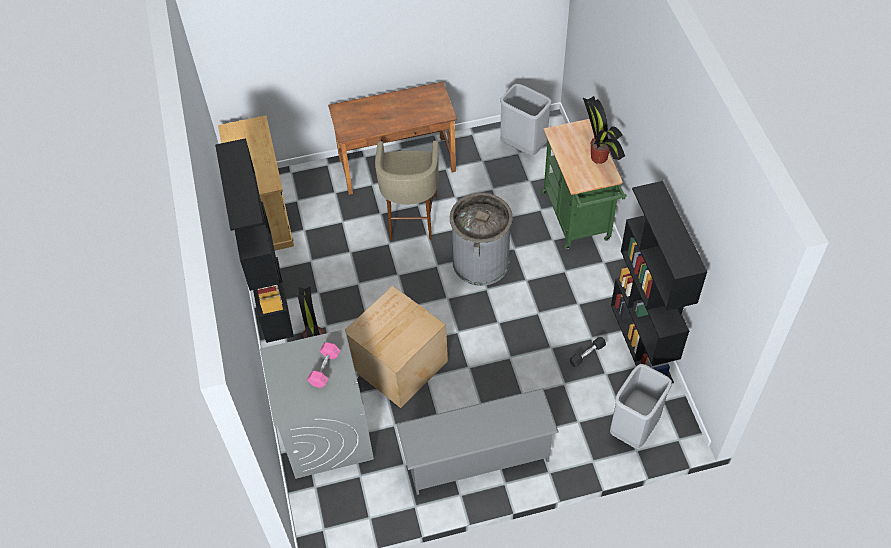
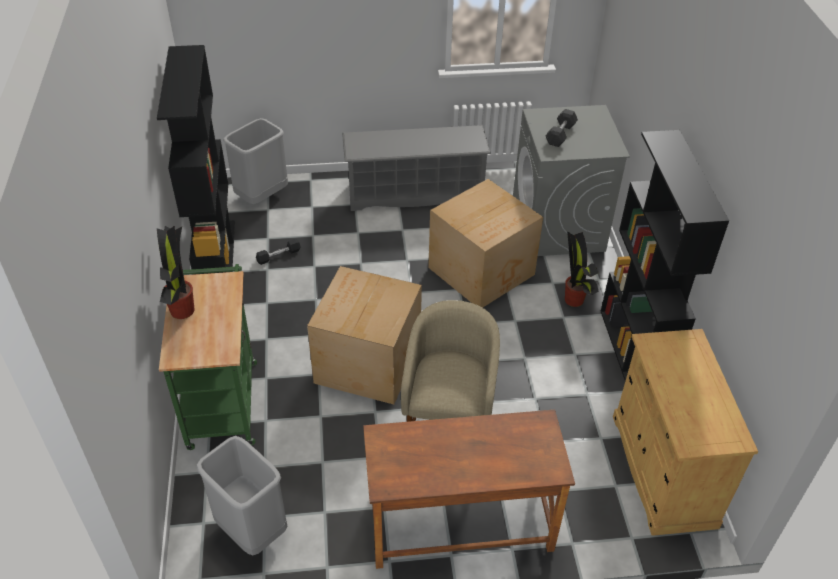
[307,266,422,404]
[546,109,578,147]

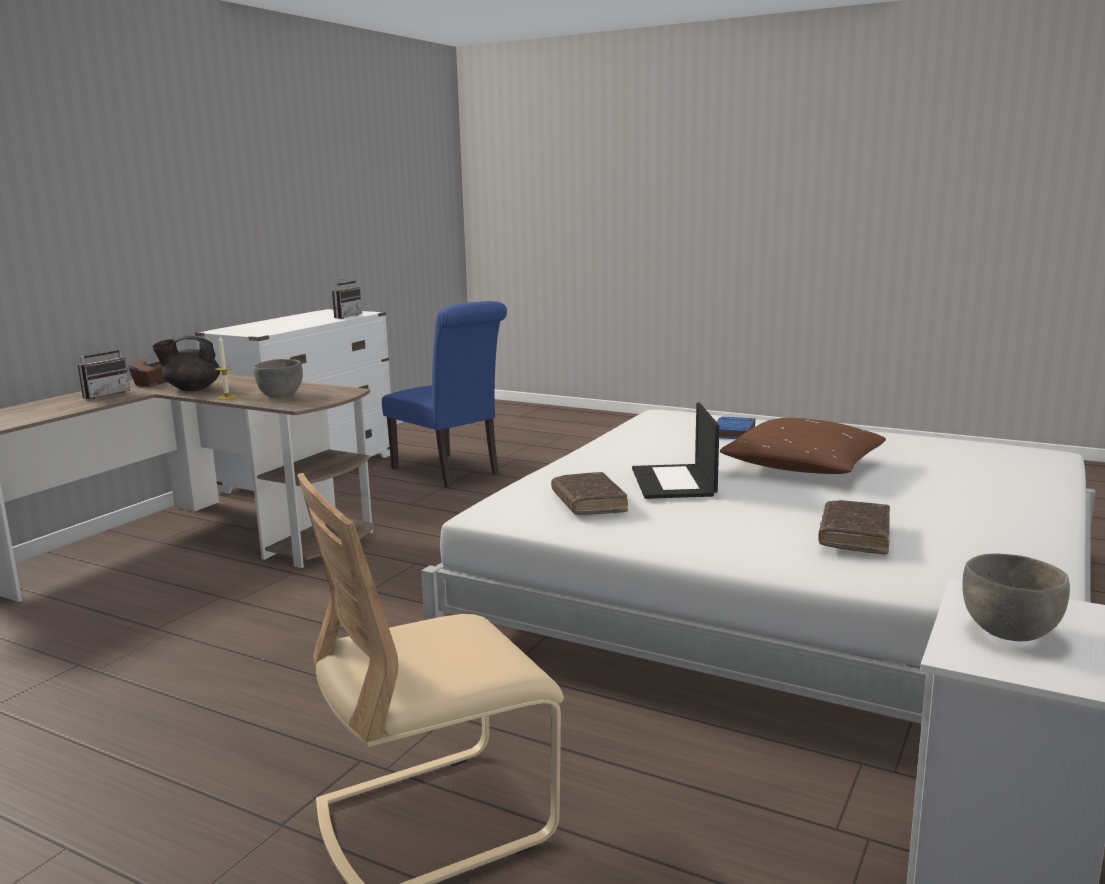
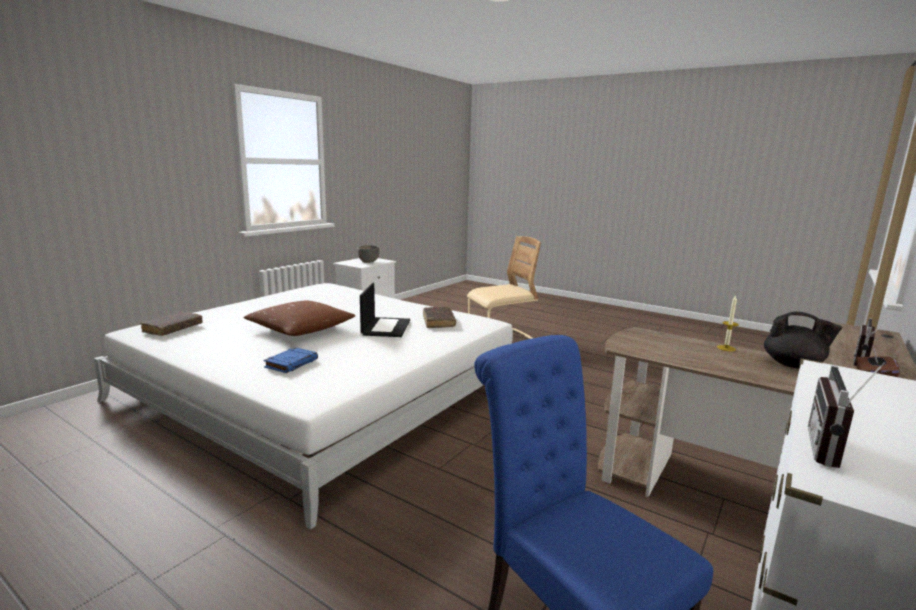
[254,359,303,398] (first image)
[140,312,203,336]
[764,312,843,369]

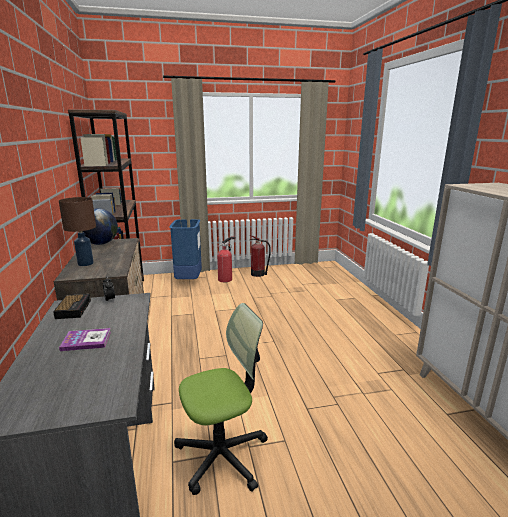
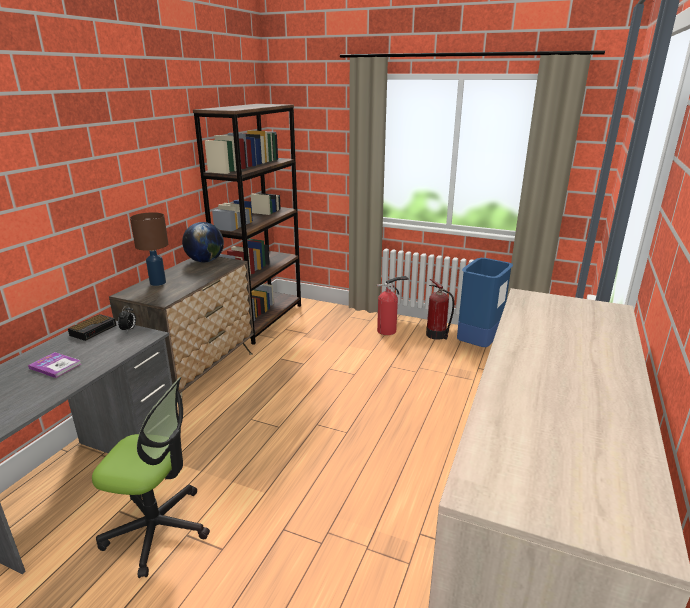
[457,258,513,347]

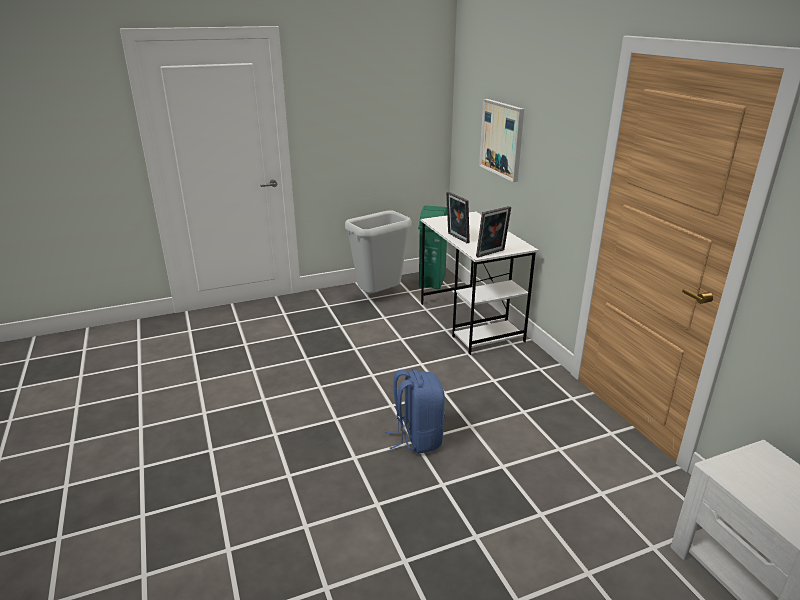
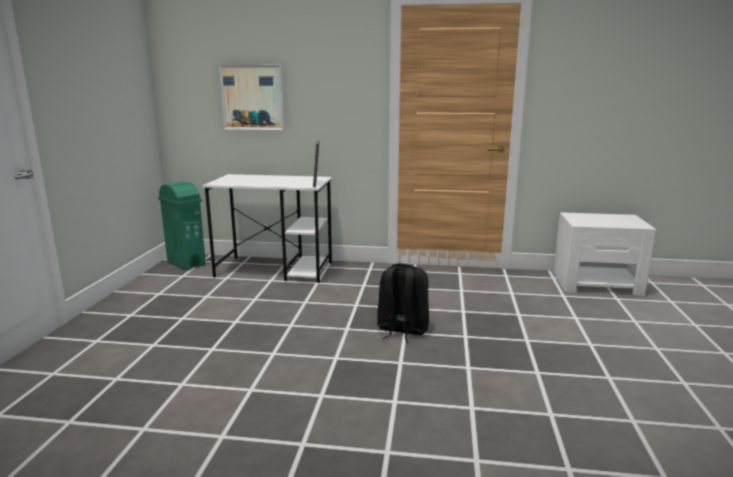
[345,210,411,293] (first image)
[446,192,470,243] (first image)
[377,264,429,343]

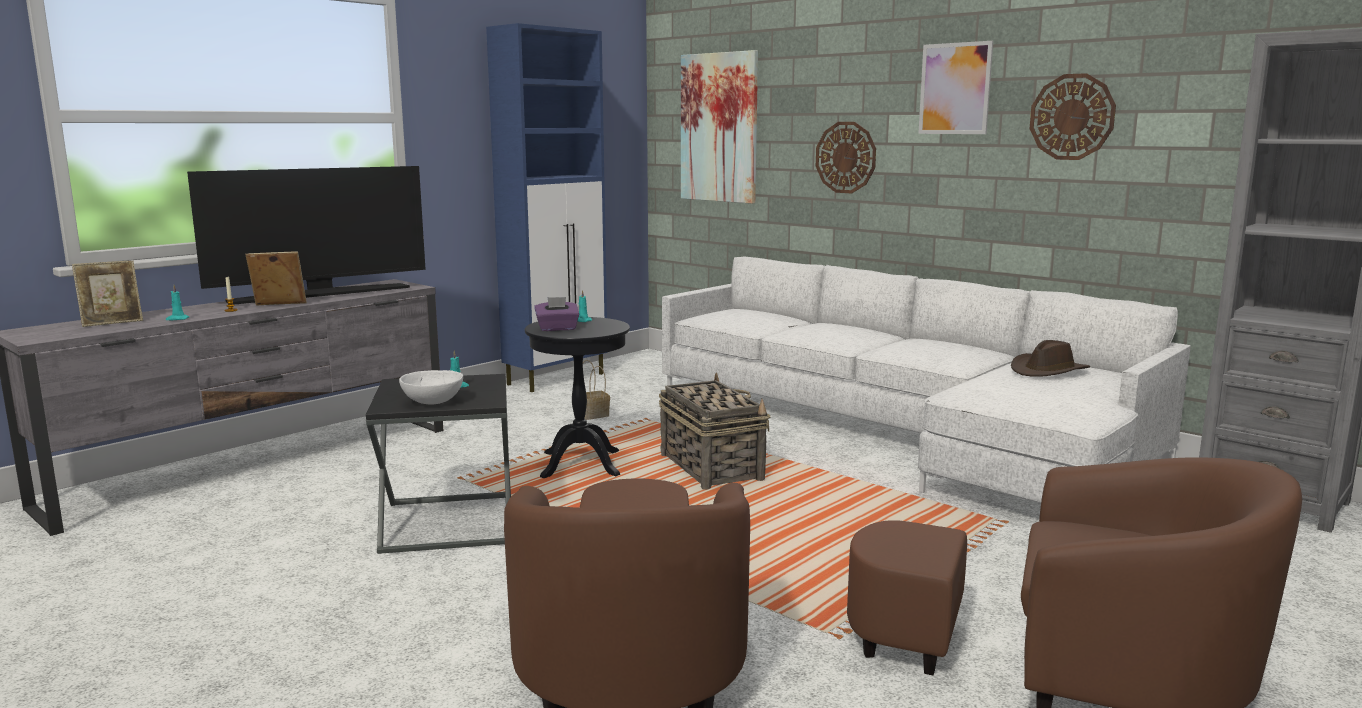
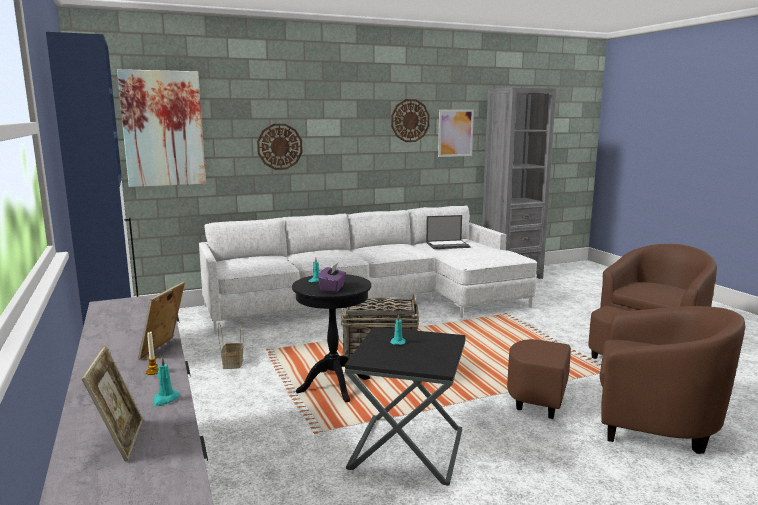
[187,166,426,305] (first image)
[399,370,463,404] (first image)
[438,109,474,157]
[426,215,471,249]

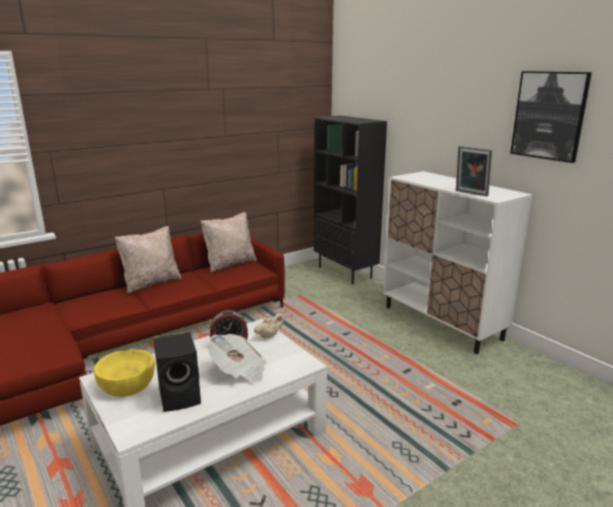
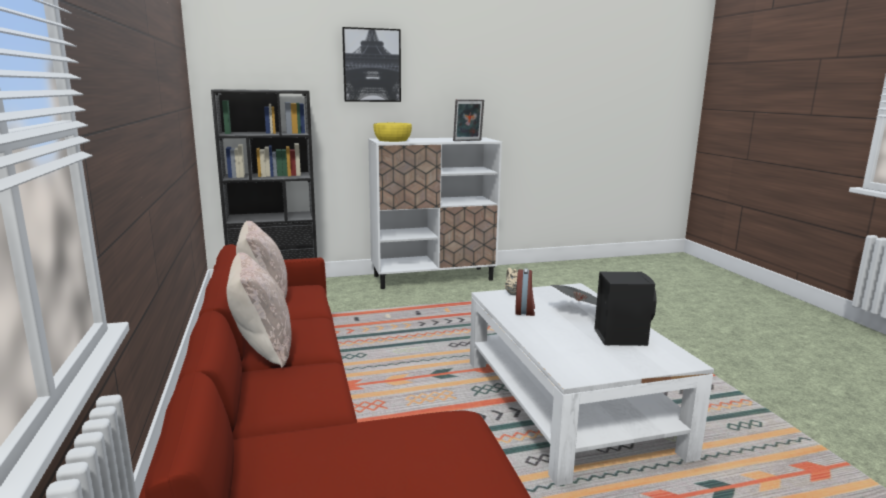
[373,123,412,142]
[342,27,401,102]

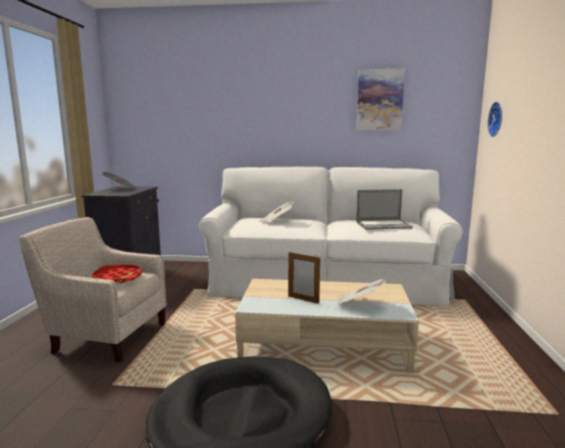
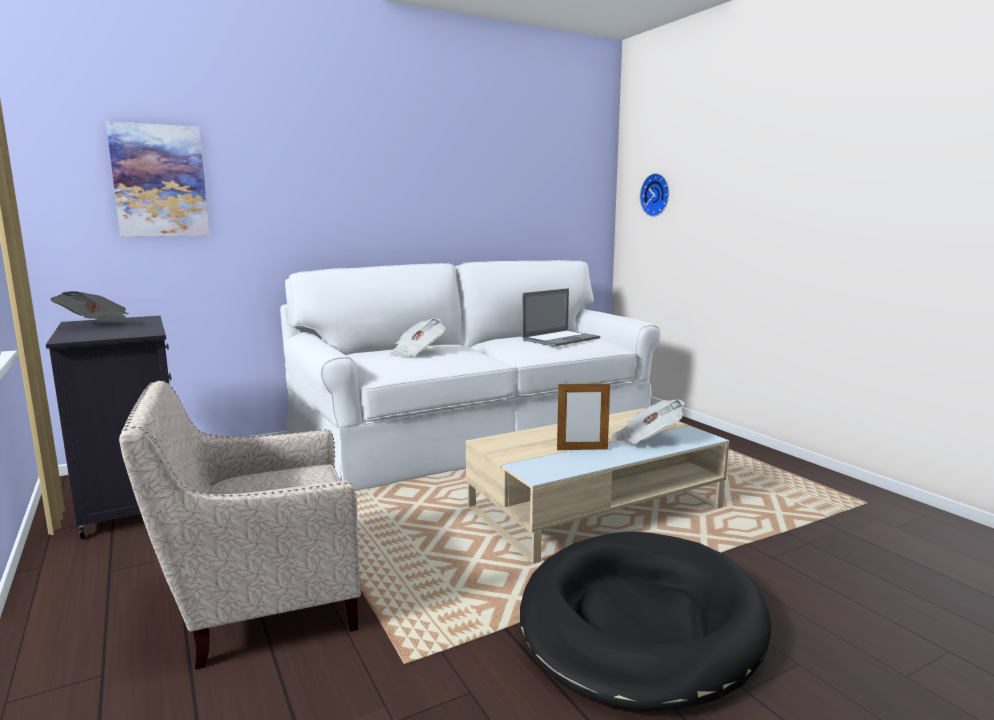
[92,264,142,283] (first image)
[106,121,210,237]

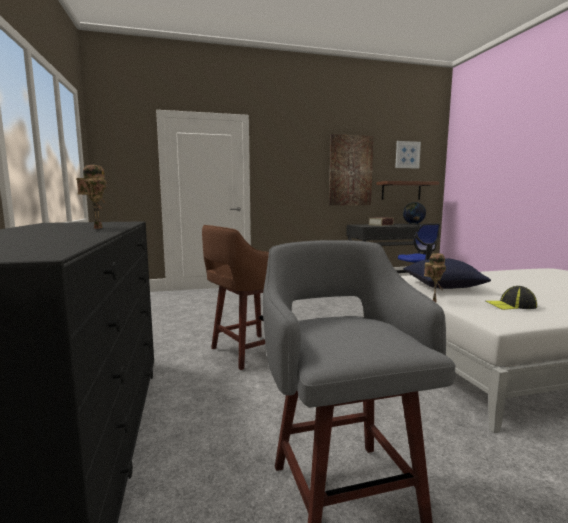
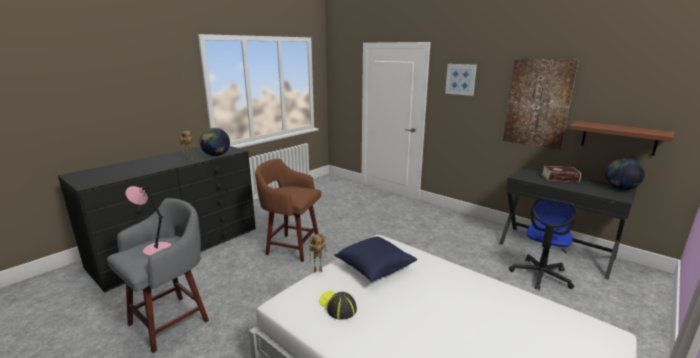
[126,185,171,257]
[200,128,230,156]
[445,64,477,96]

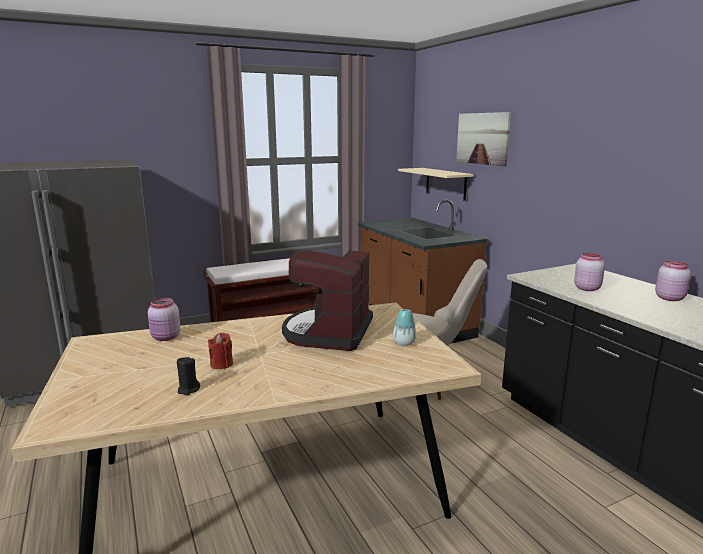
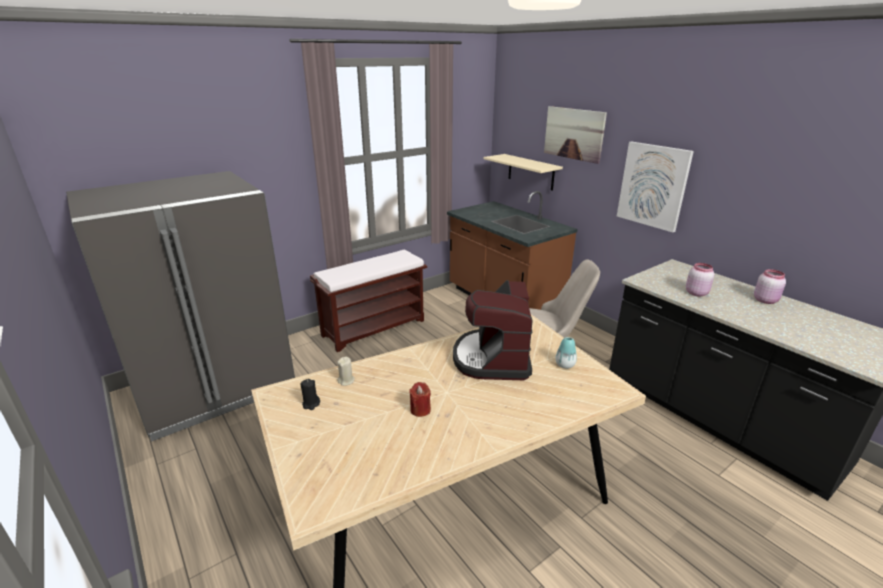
[617,142,694,232]
[301,379,320,410]
[337,357,355,386]

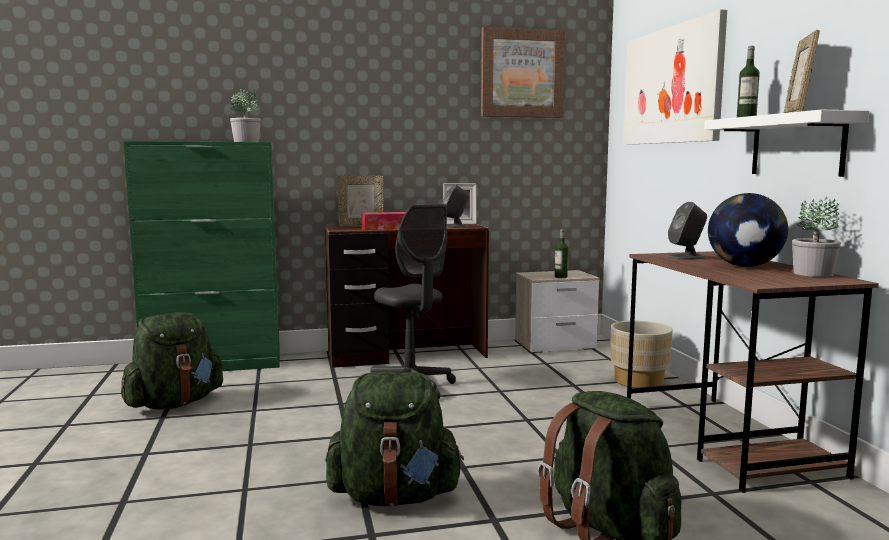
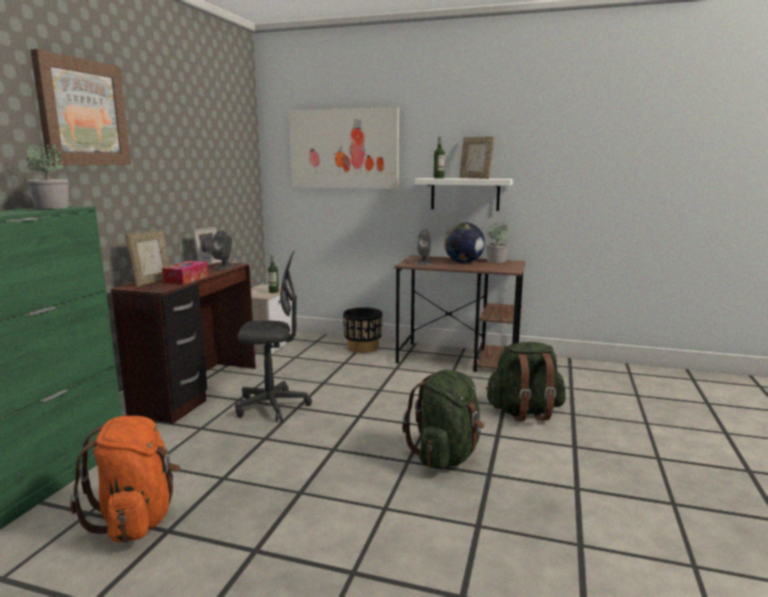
[31,49,131,166]
[70,416,180,543]
[343,307,382,353]

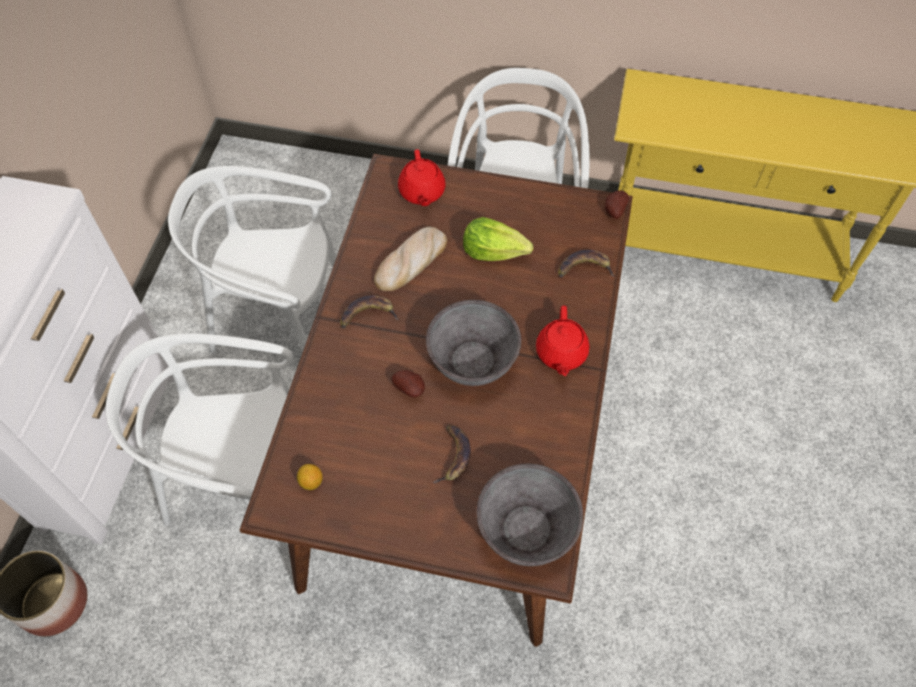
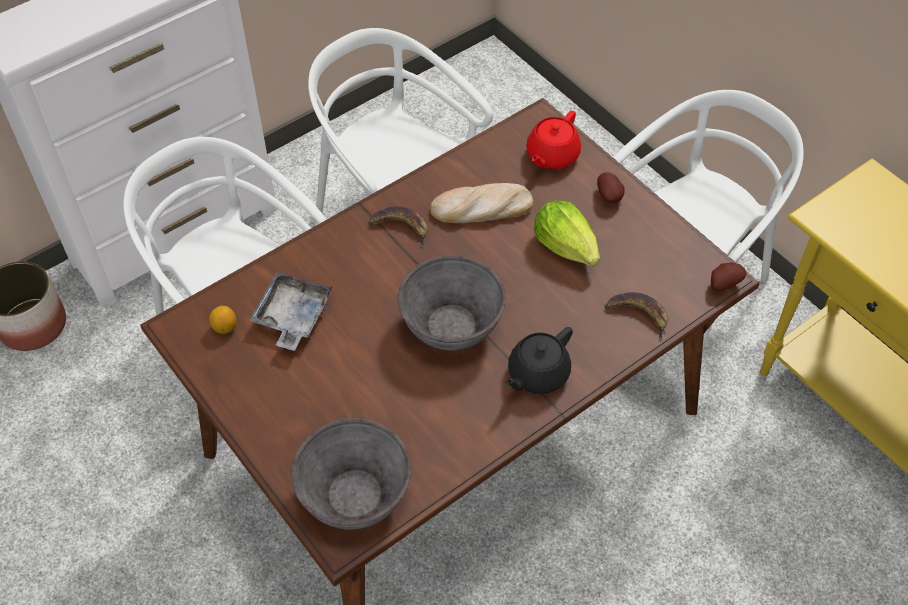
[433,425,471,483] (first image)
[249,272,332,351]
[597,172,625,203]
[504,327,573,394]

